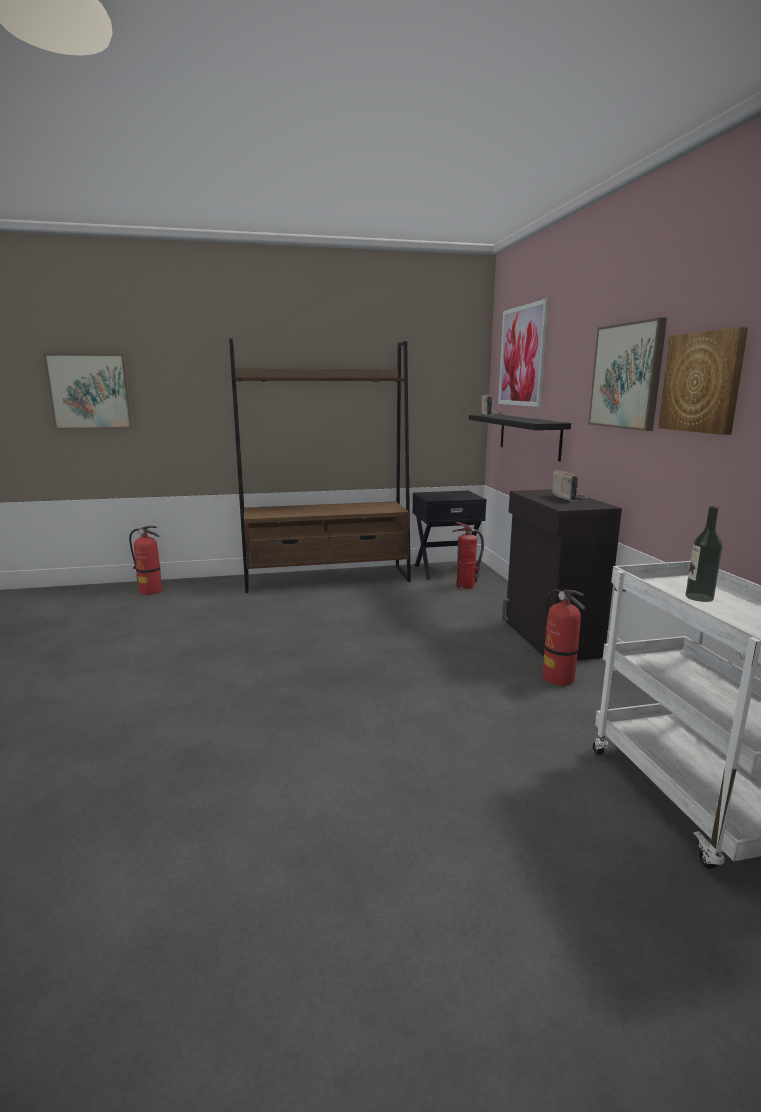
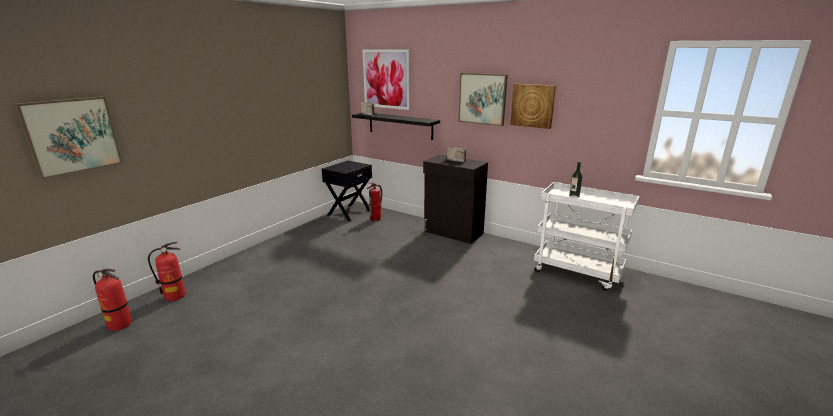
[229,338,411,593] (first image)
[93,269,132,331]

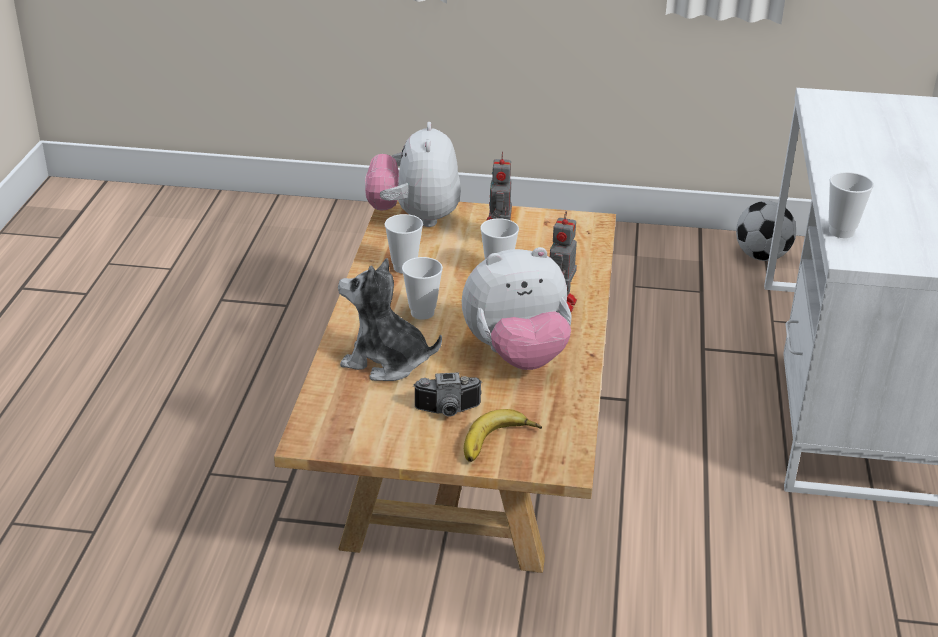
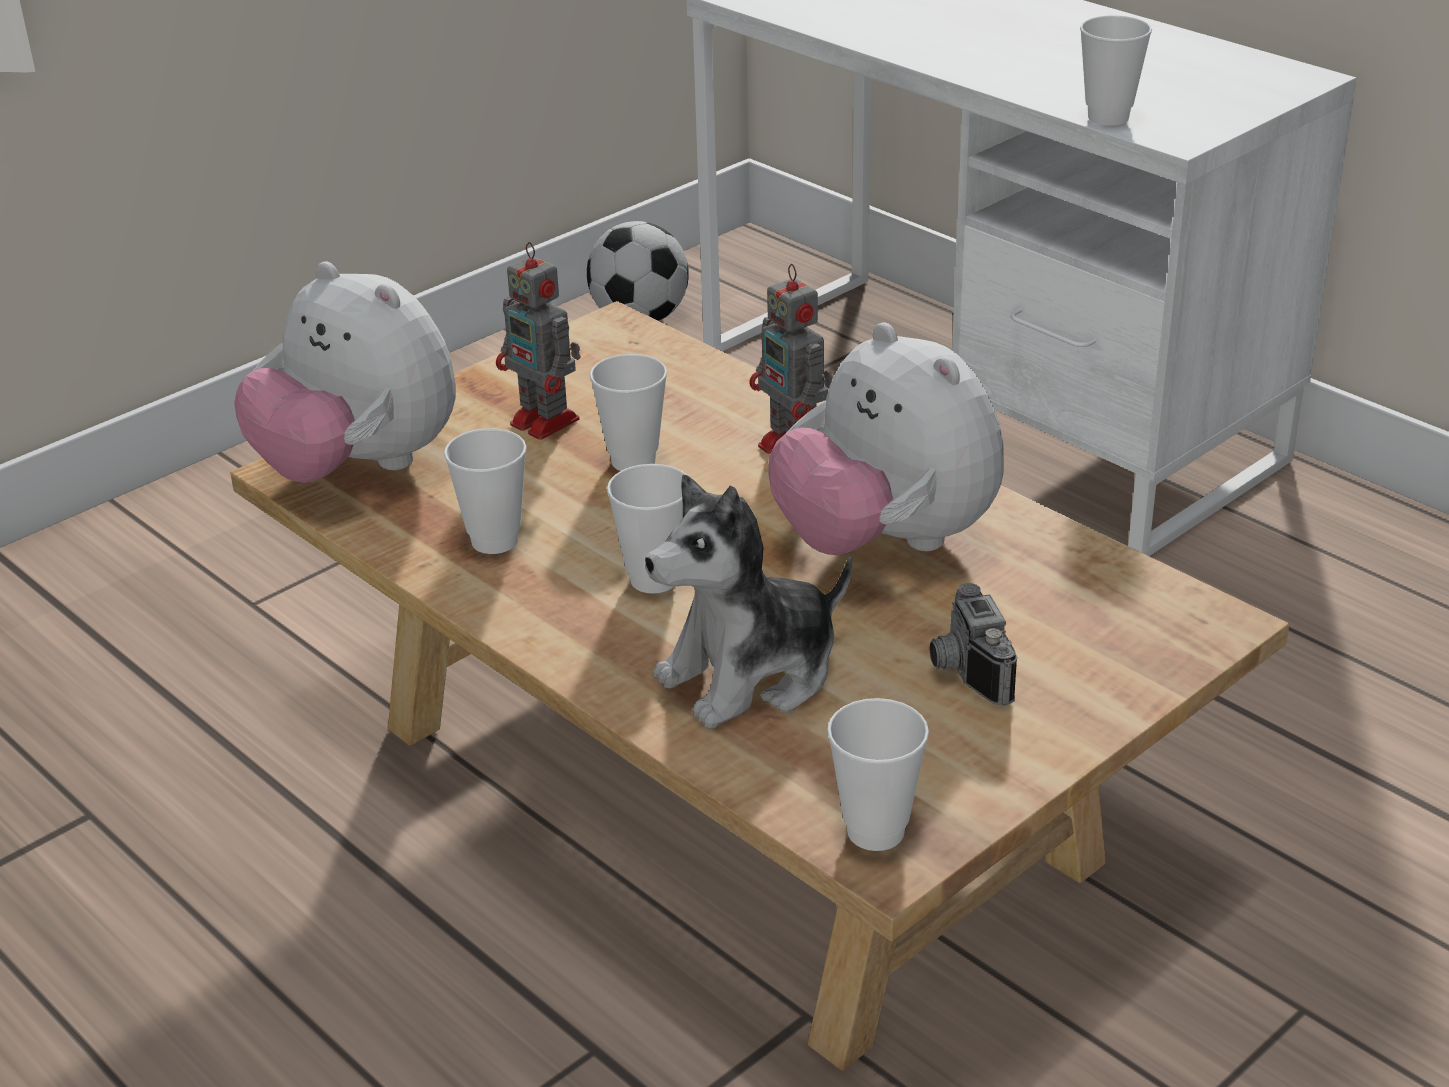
[464,409,542,462] (first image)
[827,698,929,851]
[930,583,1017,706]
[768,322,1004,555]

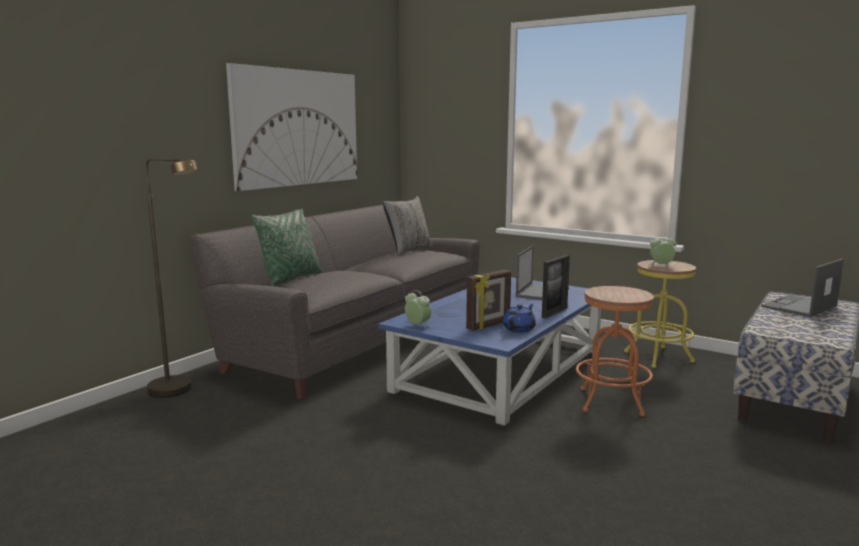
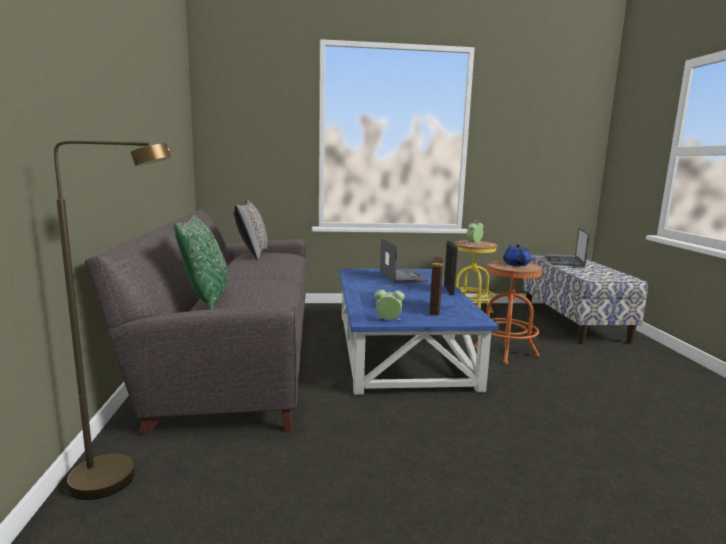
[226,63,357,191] (first image)
[503,244,531,266]

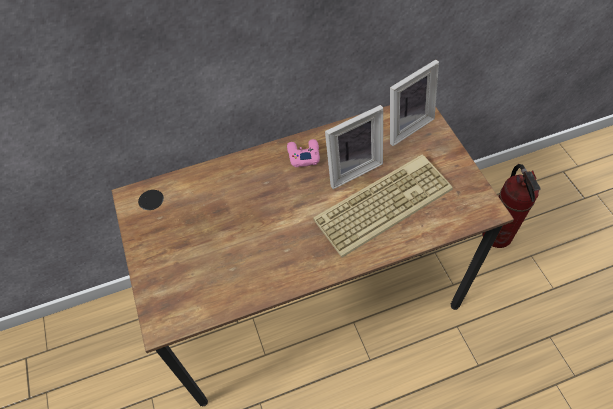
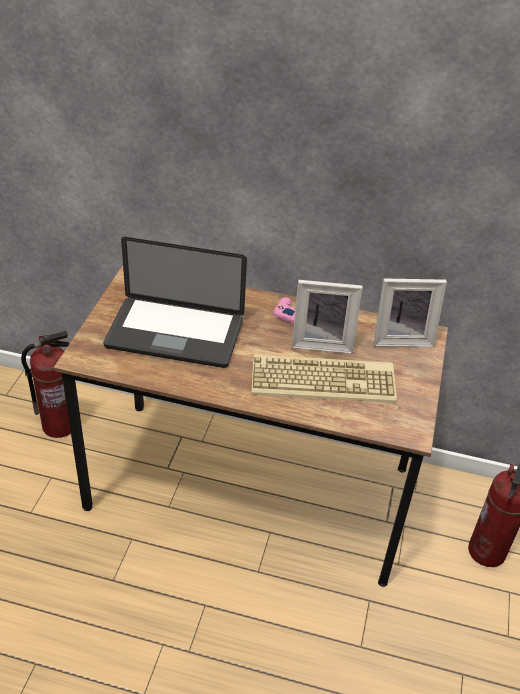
[21,331,71,438]
[103,237,247,368]

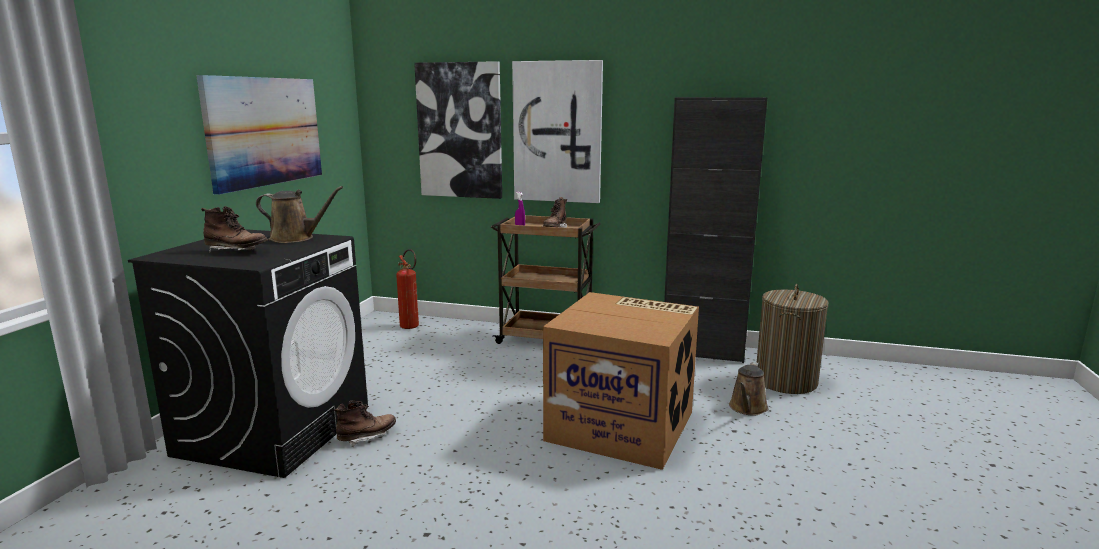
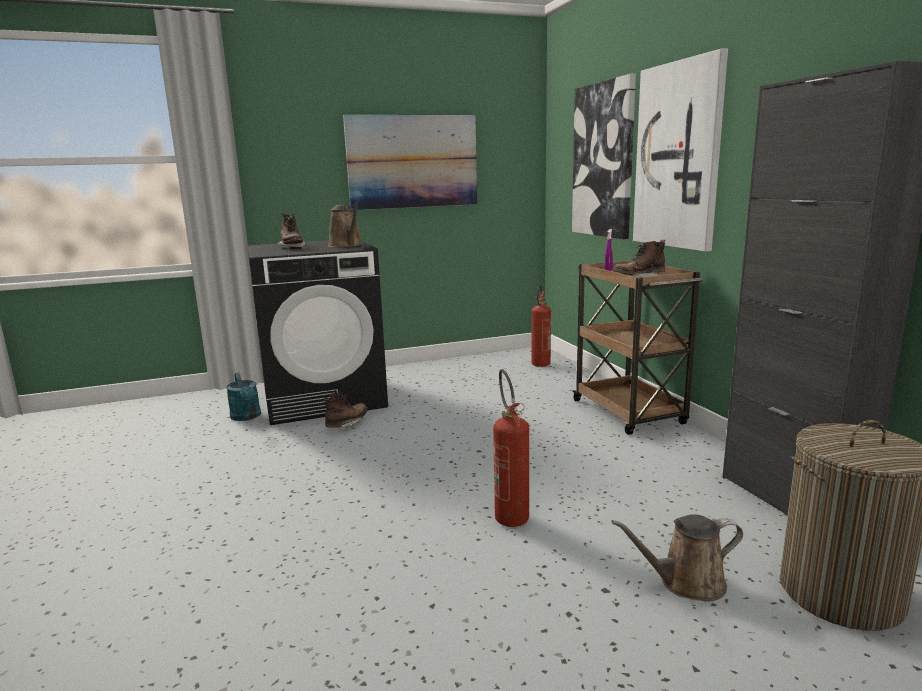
[226,372,261,421]
[493,369,529,527]
[324,393,367,431]

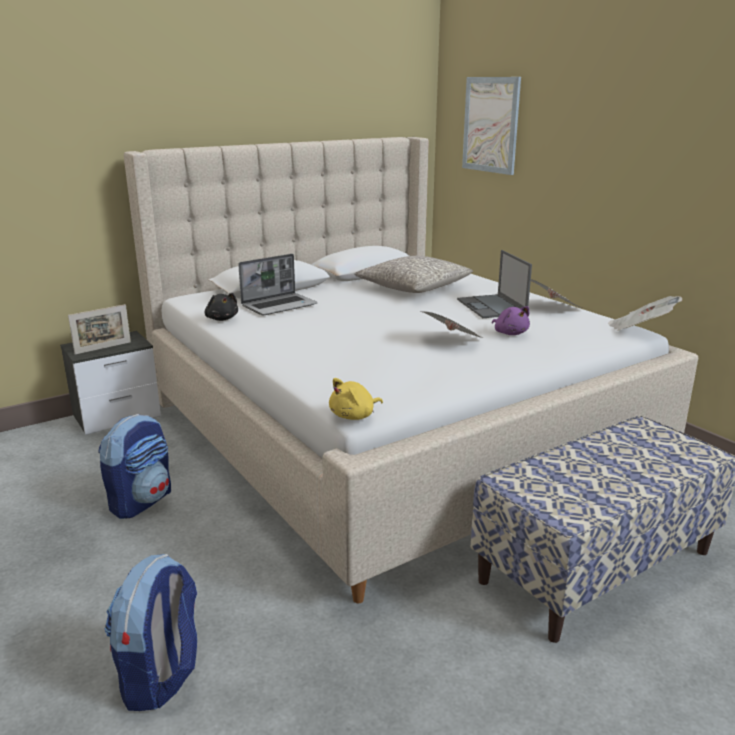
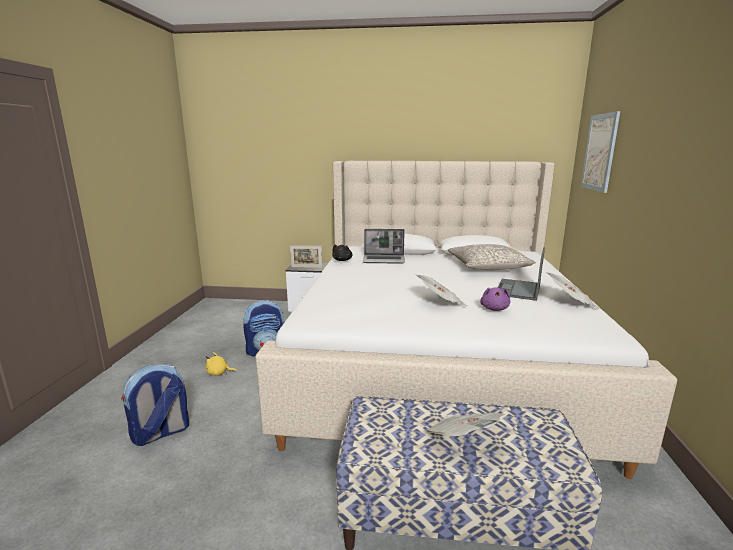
[206,352,237,376]
[424,412,505,436]

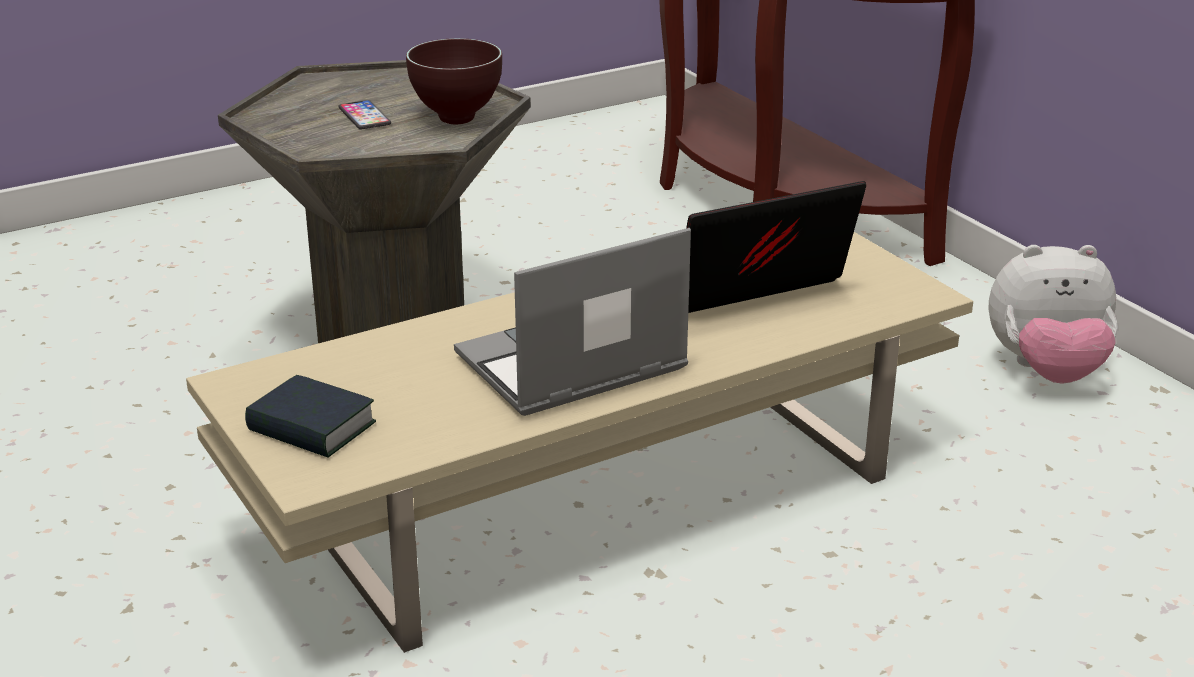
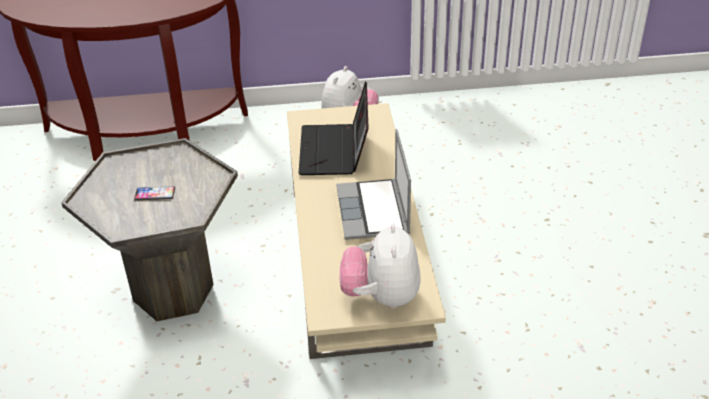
[406,38,502,124] (first image)
[339,223,421,308]

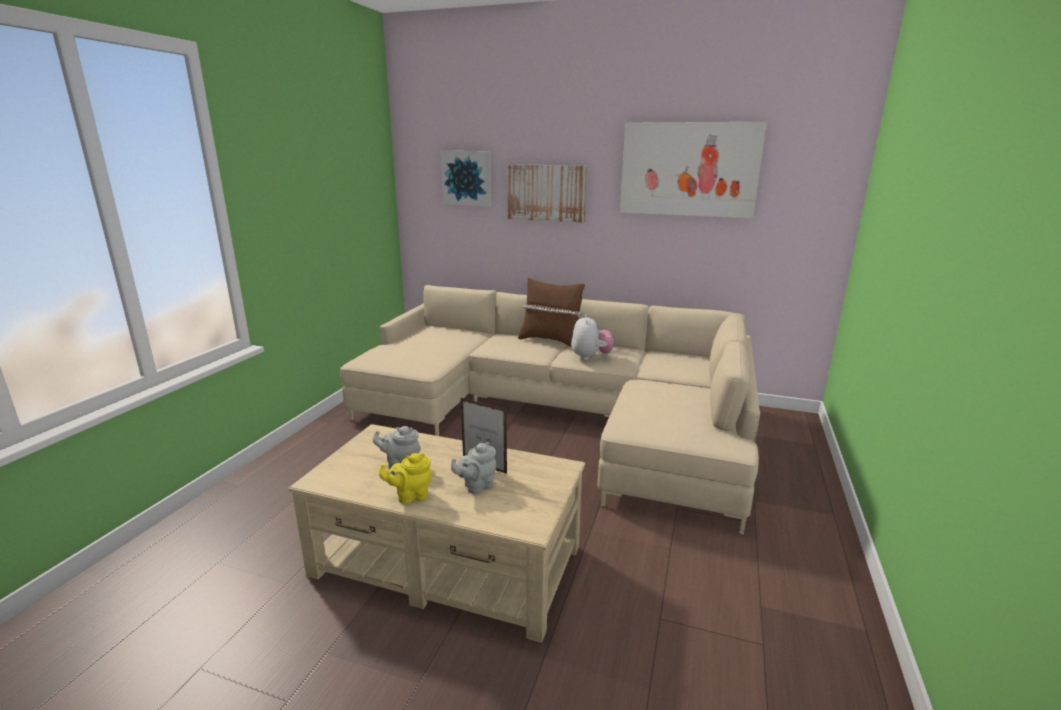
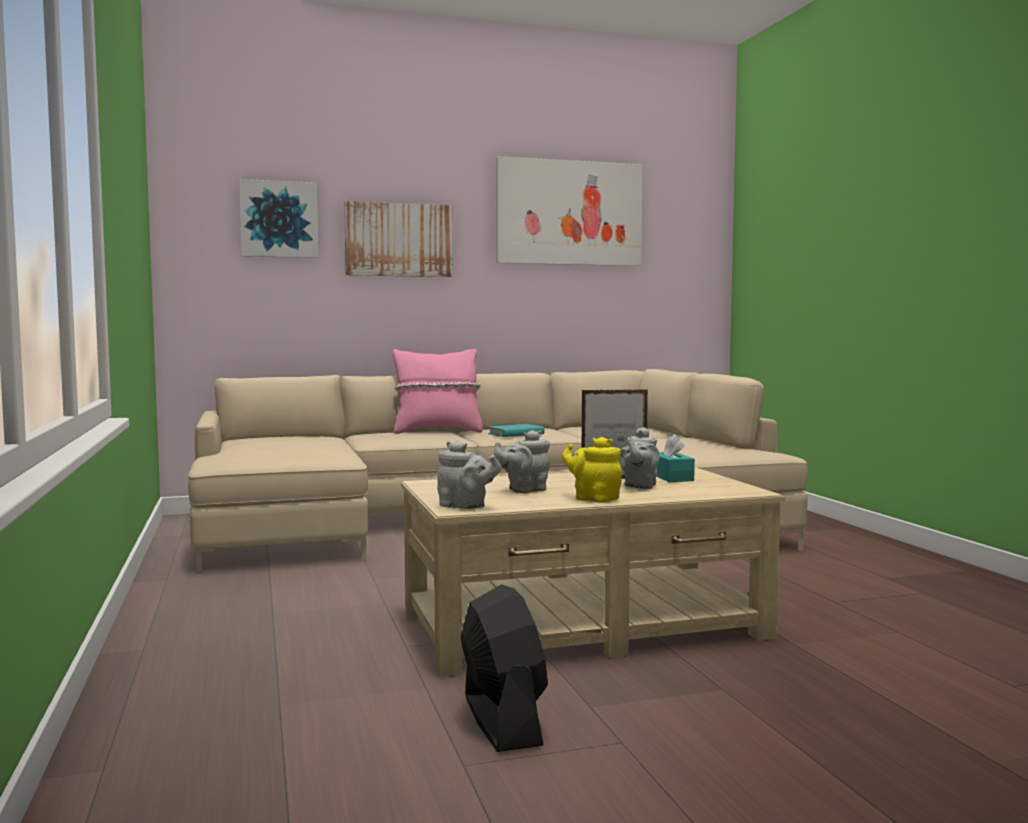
[437,441,501,509]
[461,584,548,752]
[656,434,695,482]
[488,424,544,437]
[393,349,483,434]
[562,437,622,503]

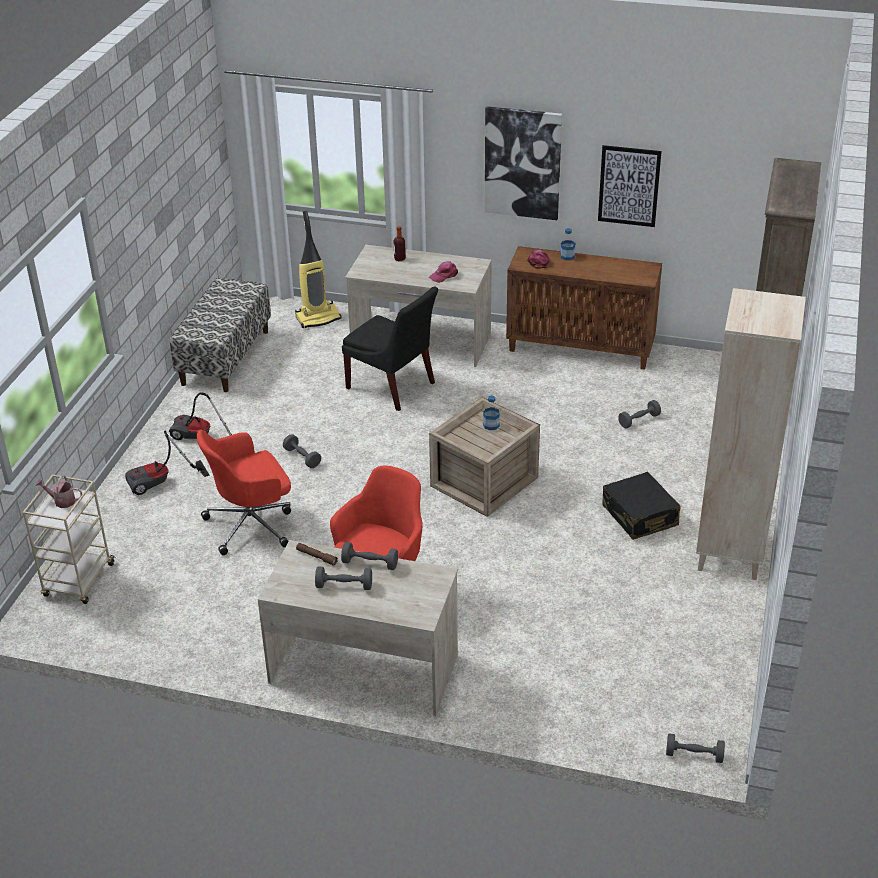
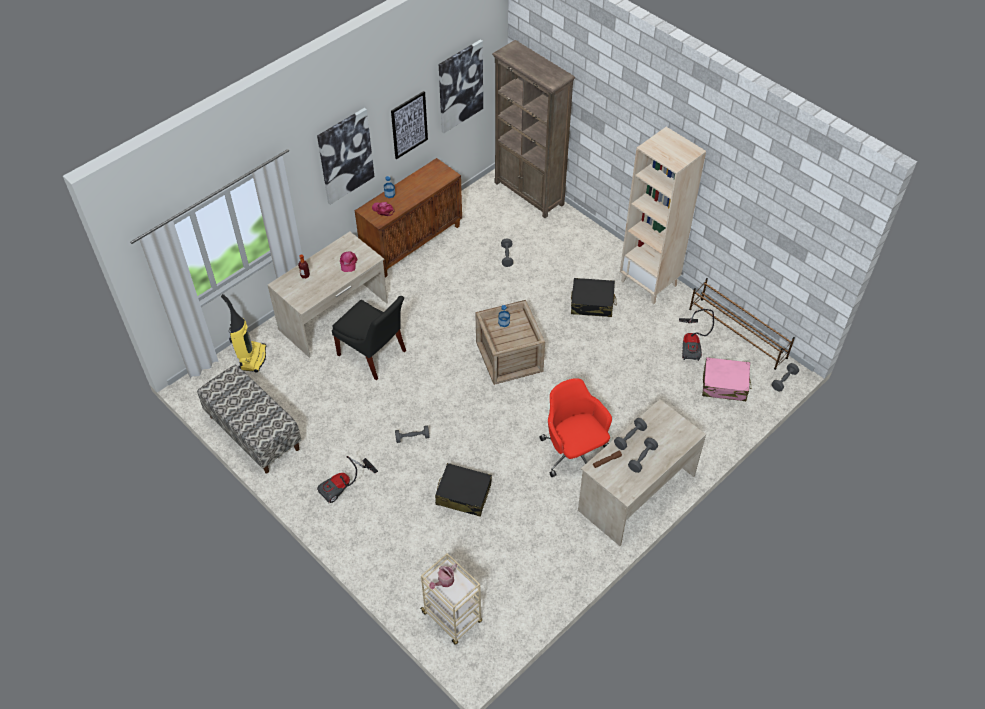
[439,40,483,133]
[689,278,795,370]
[702,357,751,401]
[679,309,714,361]
[435,463,492,517]
[332,296,406,380]

